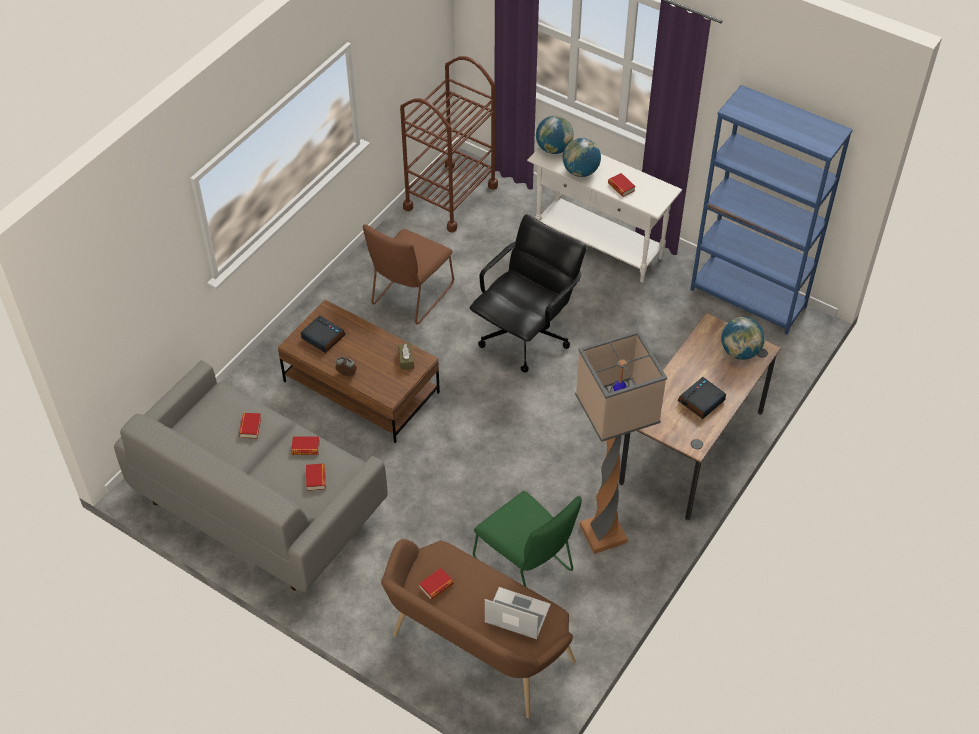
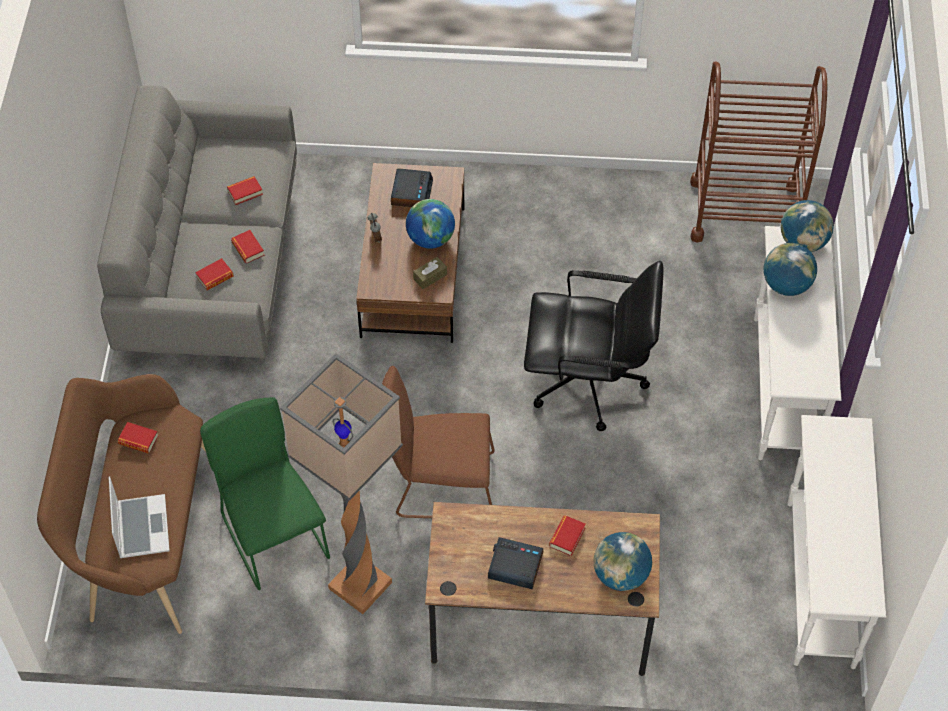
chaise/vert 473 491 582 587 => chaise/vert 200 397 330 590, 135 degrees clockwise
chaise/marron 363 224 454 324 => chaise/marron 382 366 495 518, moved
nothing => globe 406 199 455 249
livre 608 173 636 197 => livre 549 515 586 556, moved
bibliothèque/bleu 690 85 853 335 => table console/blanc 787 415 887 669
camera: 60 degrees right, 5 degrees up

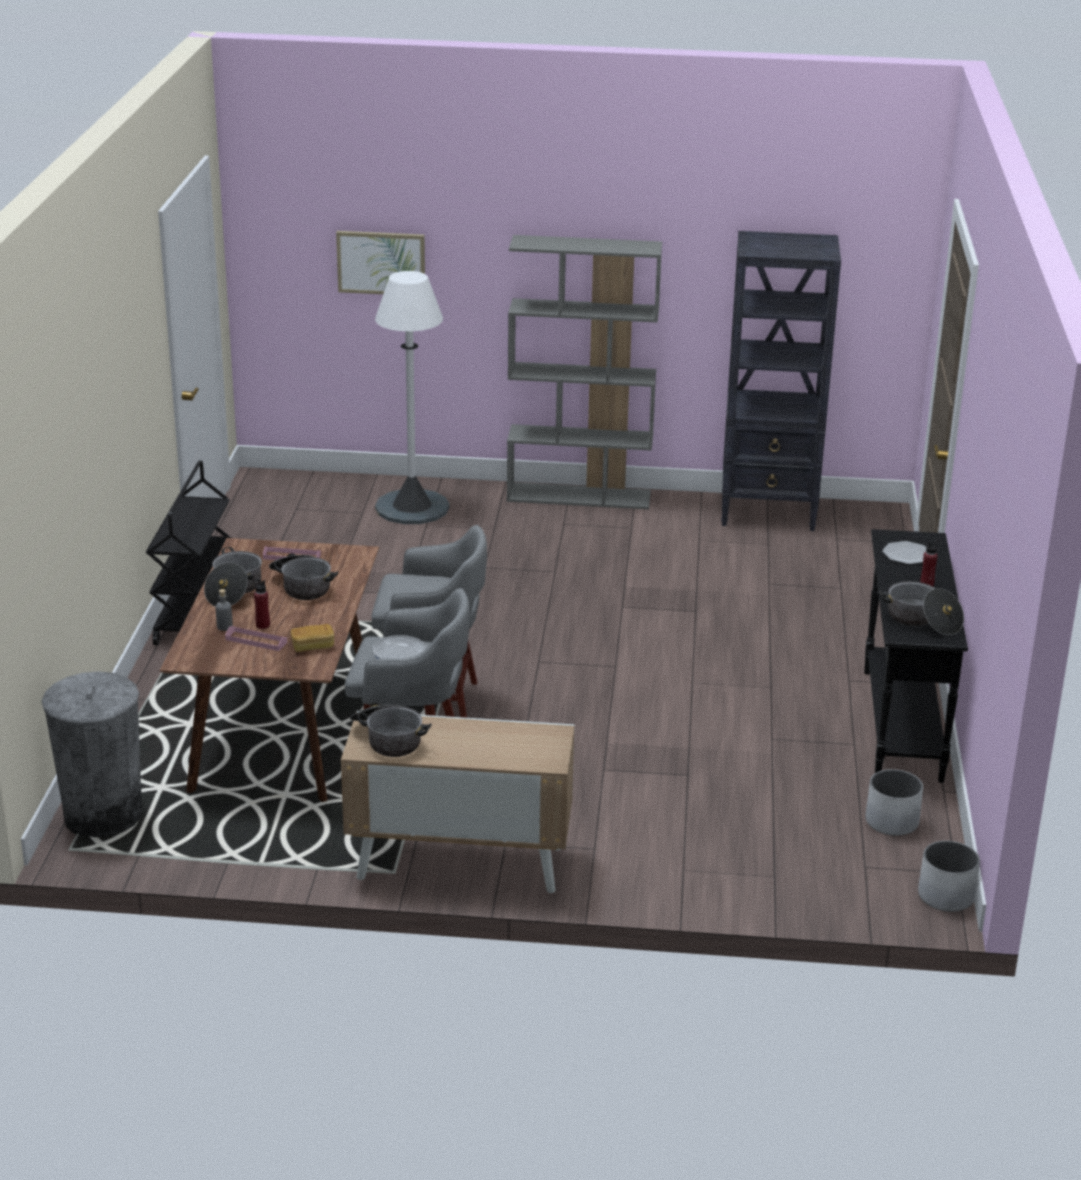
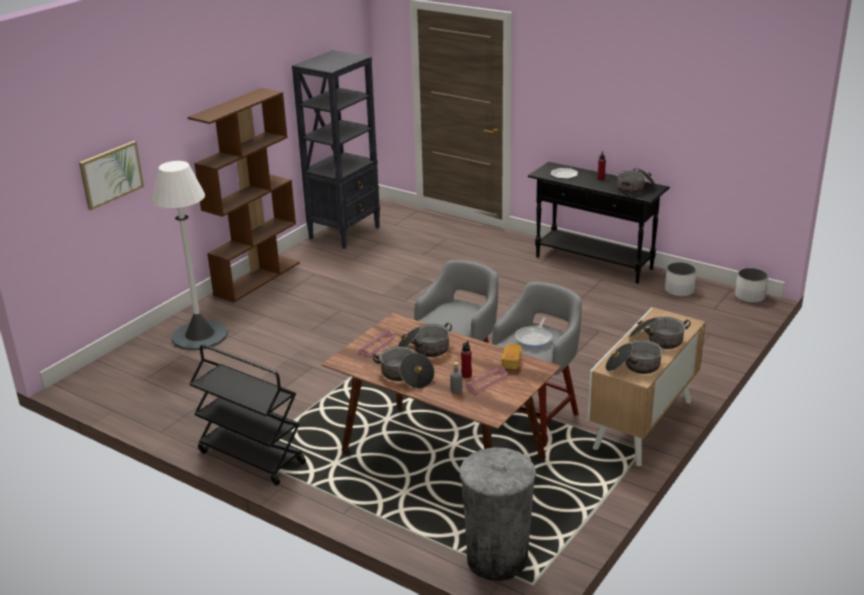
bibliothèque/gris 507 235 662 509 => bibliothèque/marron 188 88 300 303
nothing => marmite 629 317 691 349
camera: 60 degrees left, 0 degrees up

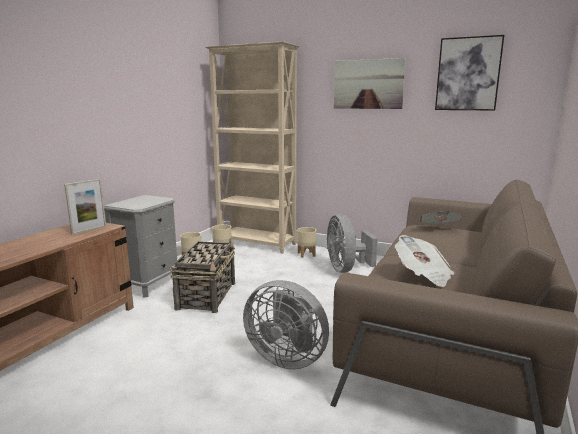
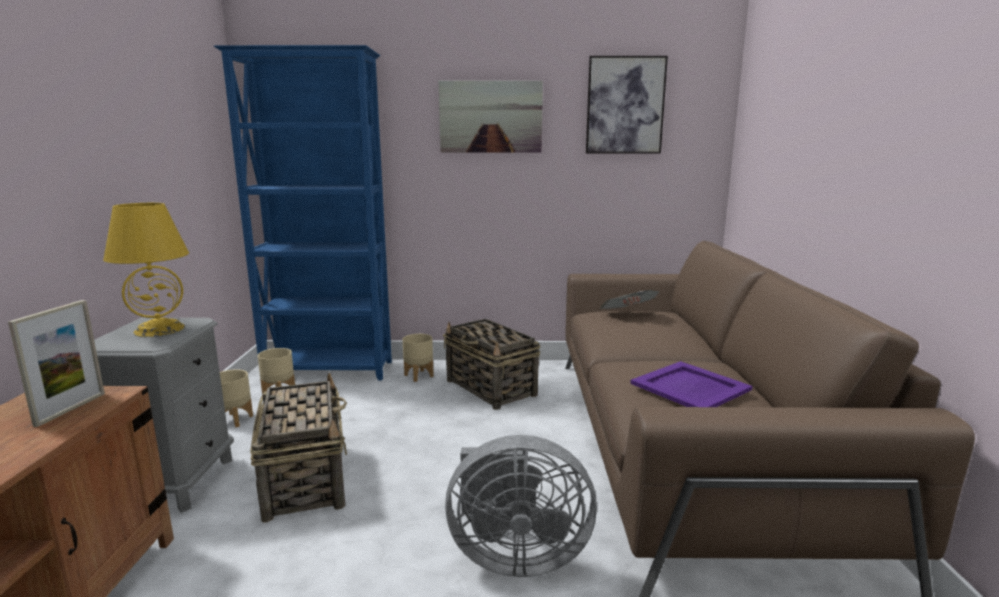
nothing => lampe de table/jaune 103 203 189 337
bibliothèque/beige 205 41 300 254 => bibliothèque/bleu 214 45 392 381
ventilateur/gris 326 214 378 273 => panier 443 319 540 410
journal 395 235 454 287 => plateau/violet 630 361 753 407
camera: 25 degrees left, 0 degrees up

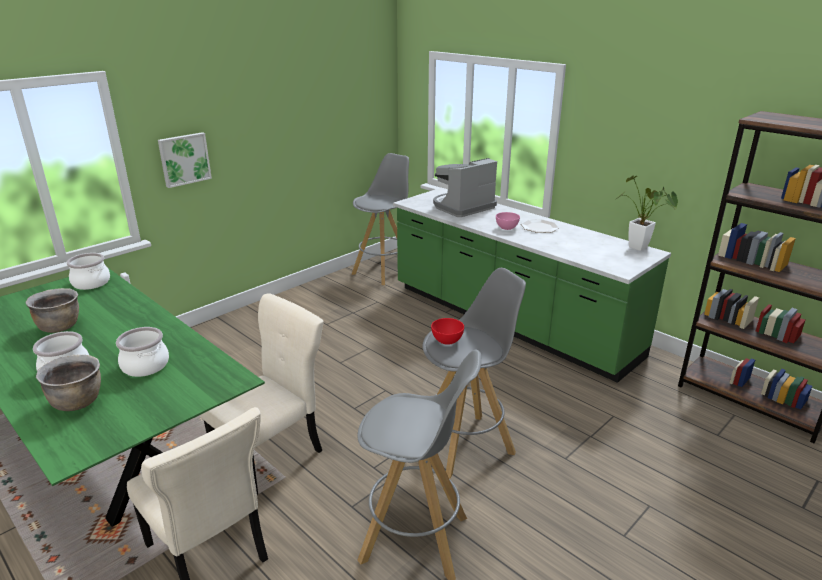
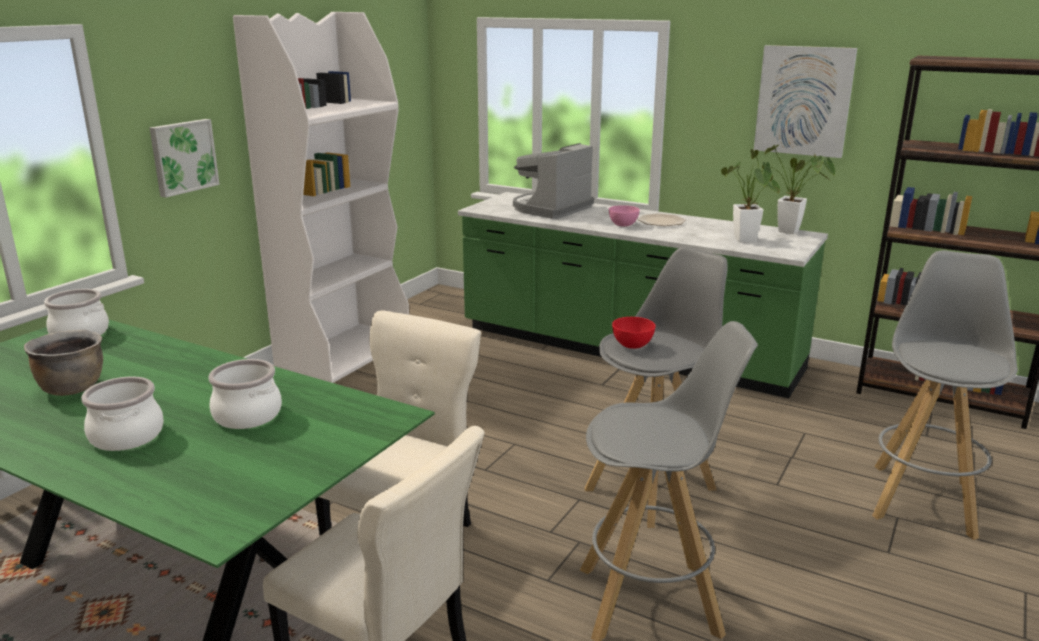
nothing => bibliothèque/blanc 233 12 409 383
nothing => plante en pot 721 149 780 243
nothing => tableau 754 45 857 158
tabouret/gris 352 153 409 285 => tabouret/gris 872 250 1018 540, moved
marmite/marron 36 355 101 411 => nothing
camera: 15 degrees left, 5 degrees down

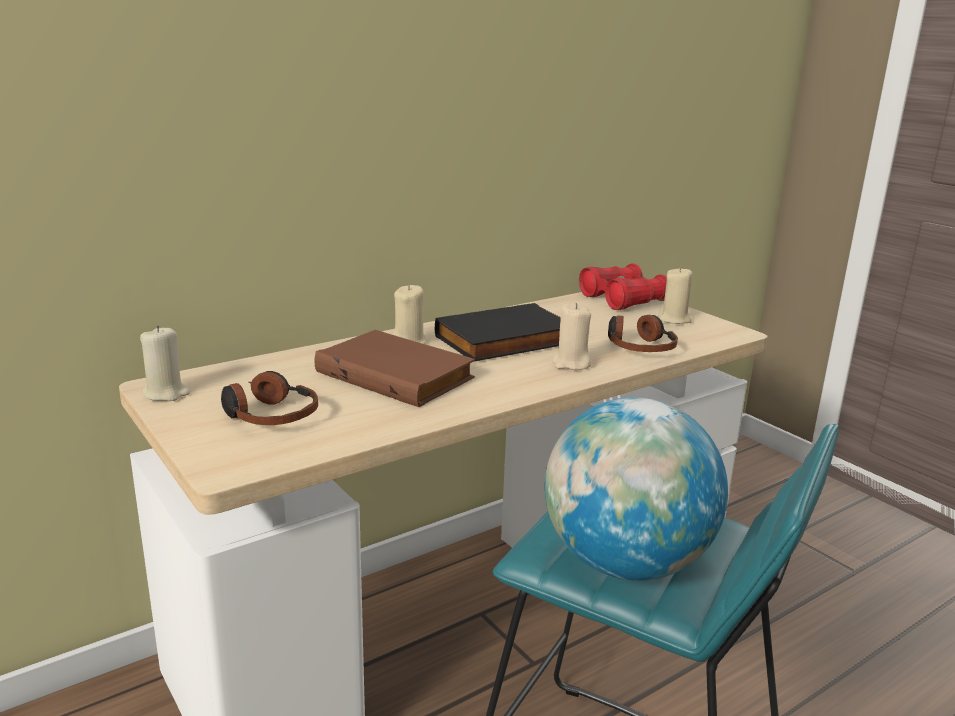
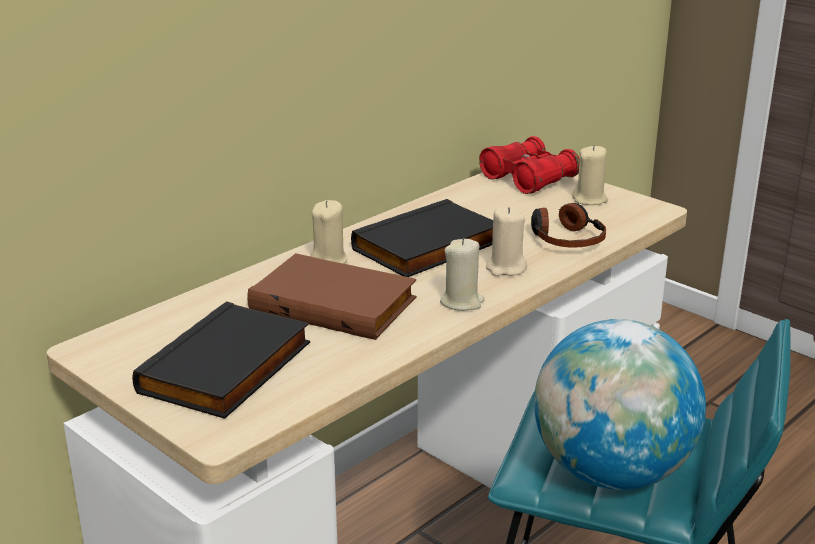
casque audio 221 371 318 425 => livre/noir 132 301 310 419
bougie/beige 140 326 190 401 => bougie/beige 440 238 485 311, moved
camera: 10 degrees left, 5 degrees up

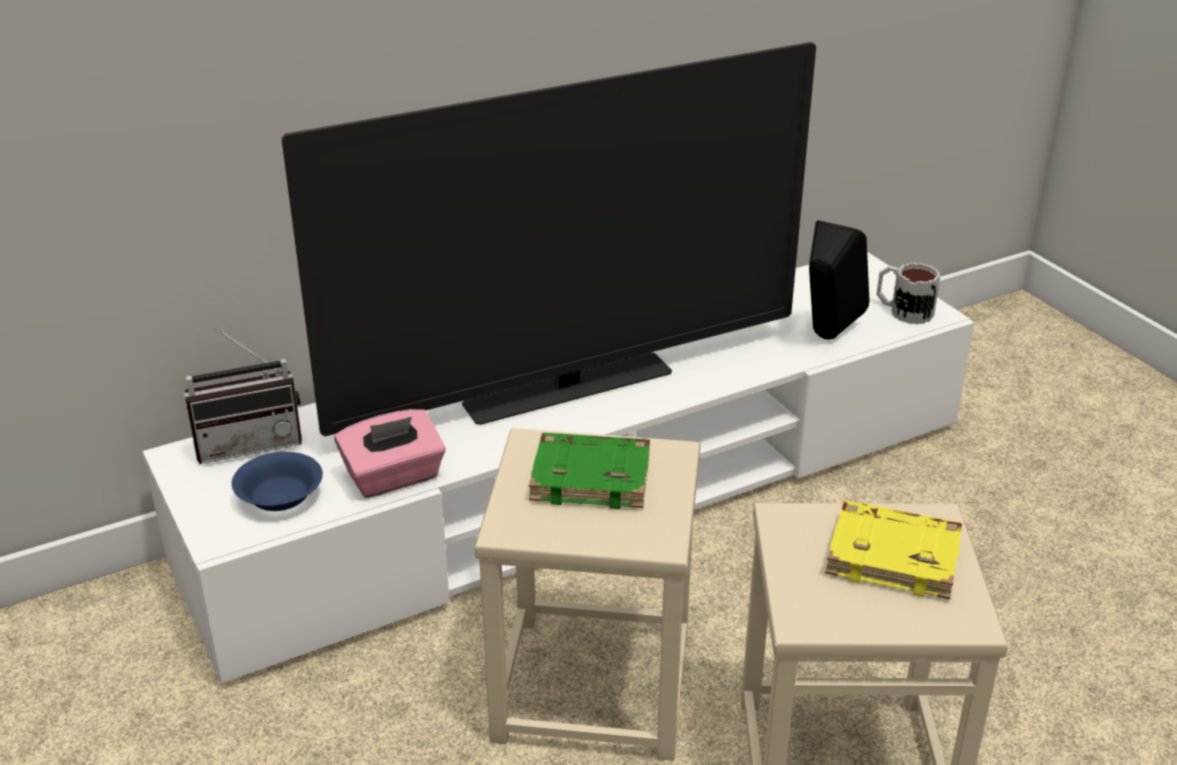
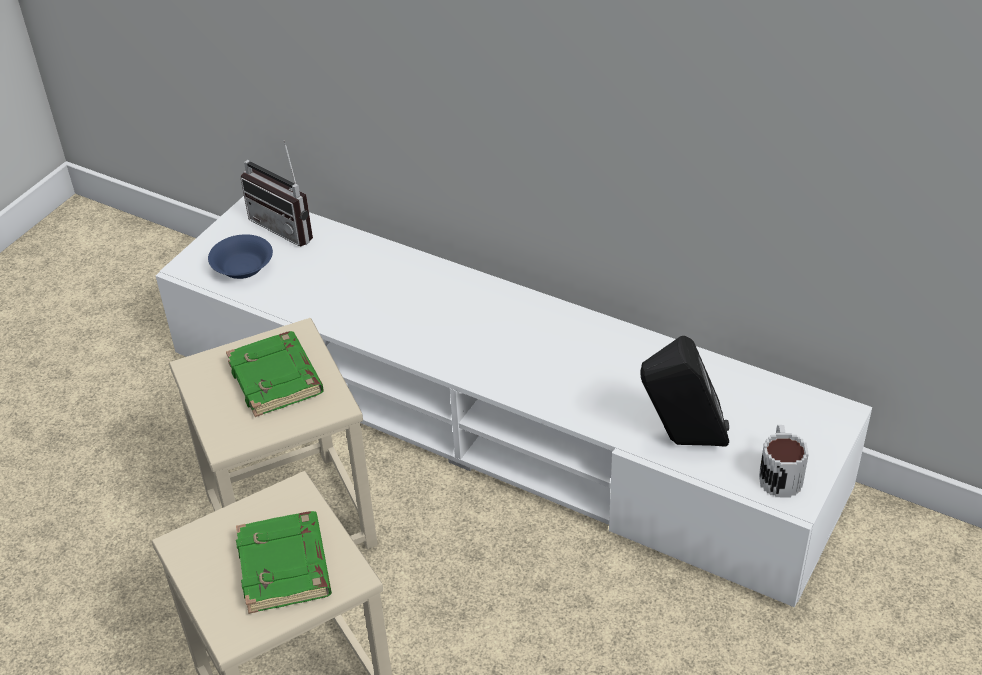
livre/jaune 825 500 962 600 => livre/vert 236 511 332 614
téléviseur 281 42 816 436 => nothing
boîte à mouchoirs/rose 334 409 446 498 => nothing
camera: 60 degrees right, 10 degrees up

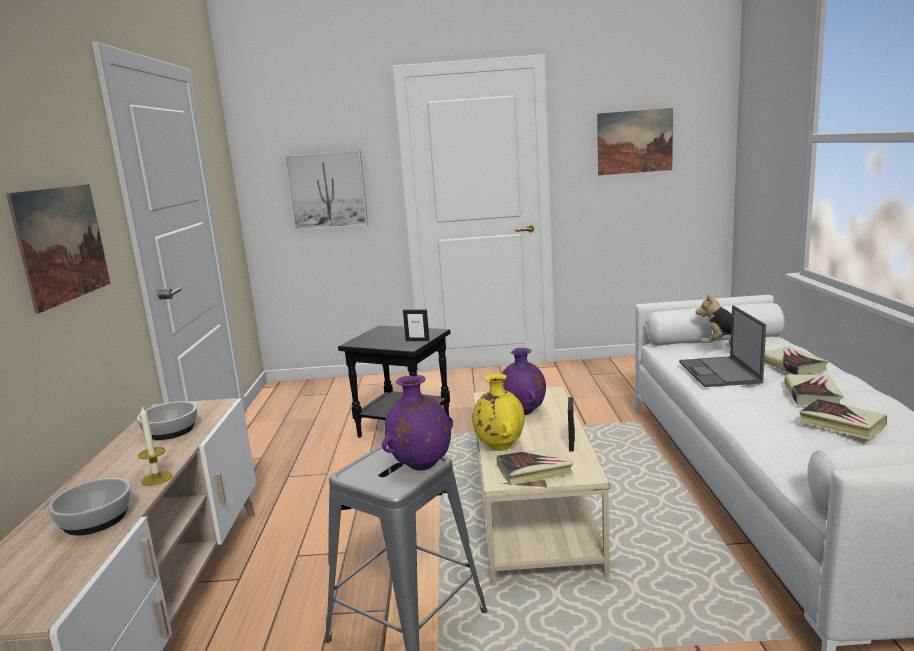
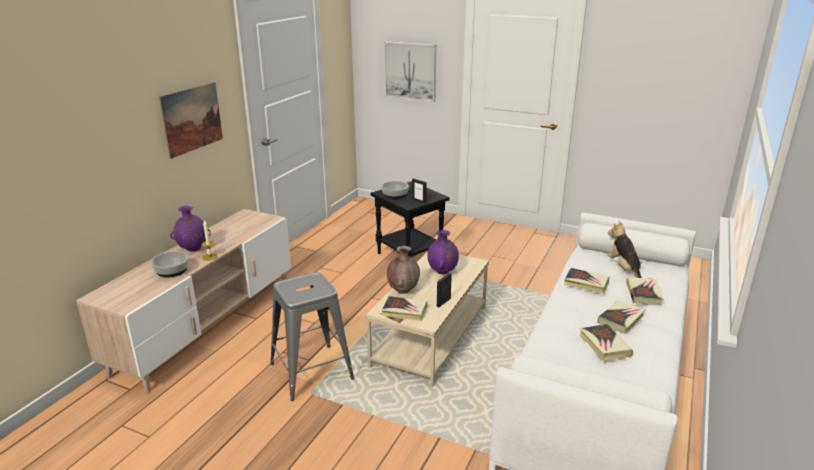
vase/violet 382 375 453 471 => vase/violet 170 206 211 252, moved
bol 137 401 197 440 => bol 381 181 409 199, moved
vase/jaune 472 374 525 451 => vase/marron 387 246 420 294
ordinateur portable 679 305 766 387 => livre 564 268 609 294
tableau 597 108 673 175 => nothing
camera: 25 degrees right, 10 degrees up

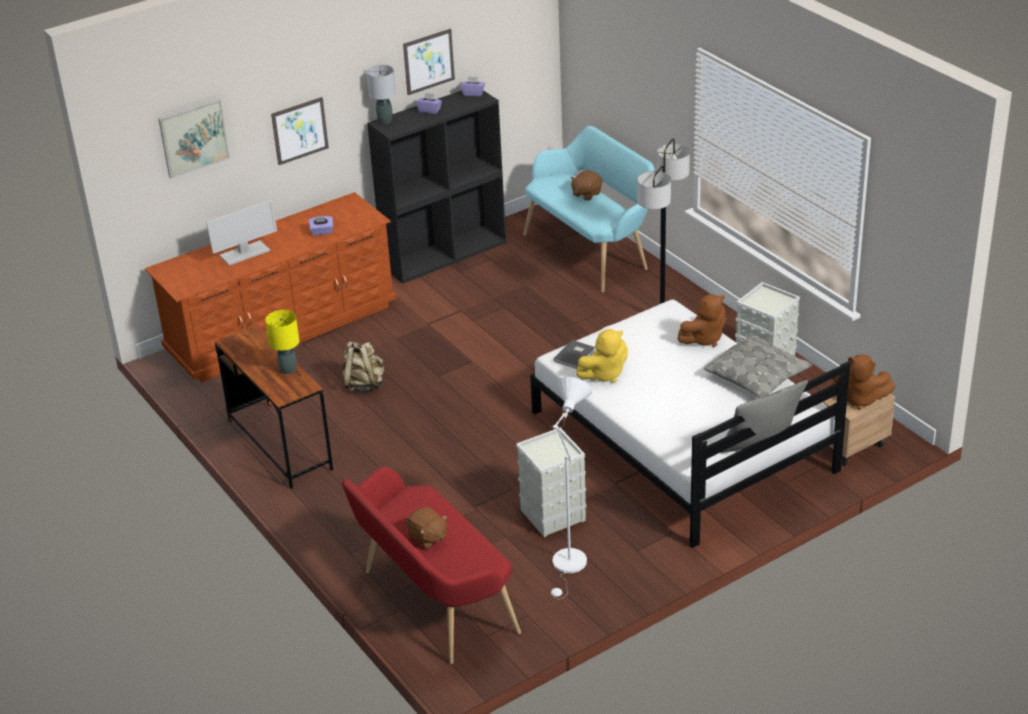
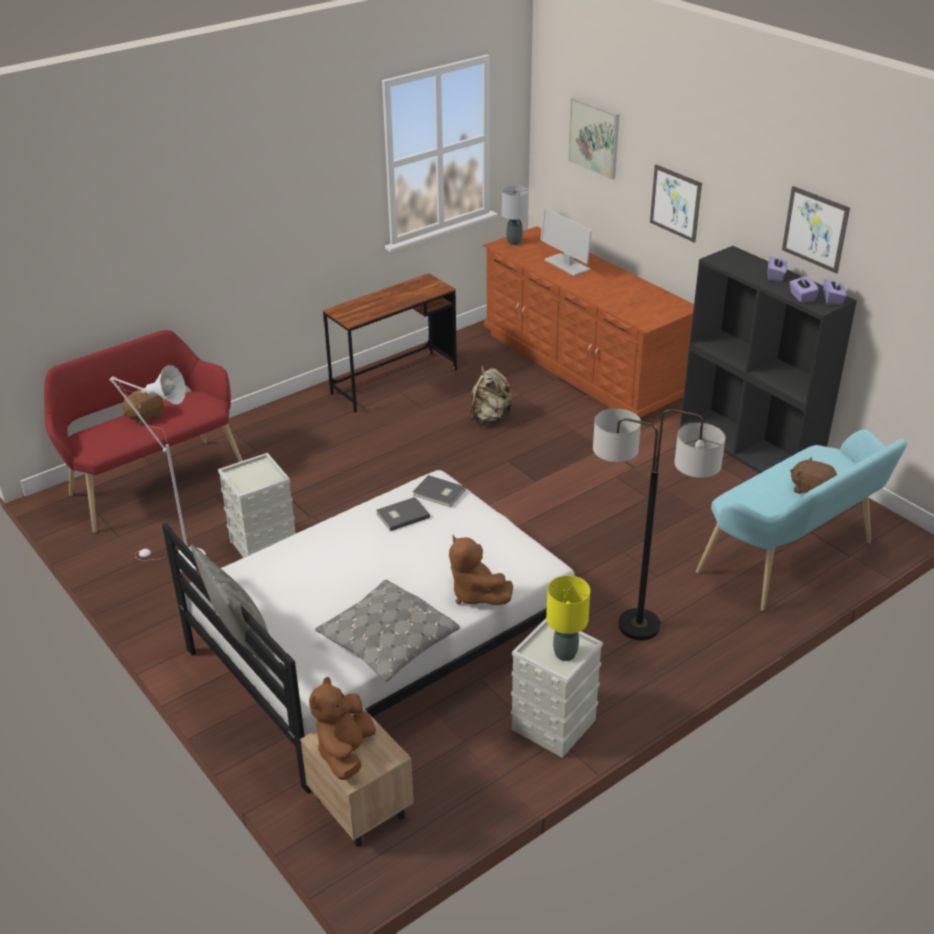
peluche/jaune 576 329 628 383 => livre/gris 376 497 430 531
lampe de table/gris 367 65 396 124 => lampe de table/gris 502 185 529 245, moved
lampe de table/jaune 265 310 299 374 => lampe de table/jaune 546 575 590 661, moved
boîte à mouchoirs/violet 309 216 333 236 => boîte à mouchoirs/violet 789 276 819 303, moved
camera: 85 degrees right, 0 degrees up

